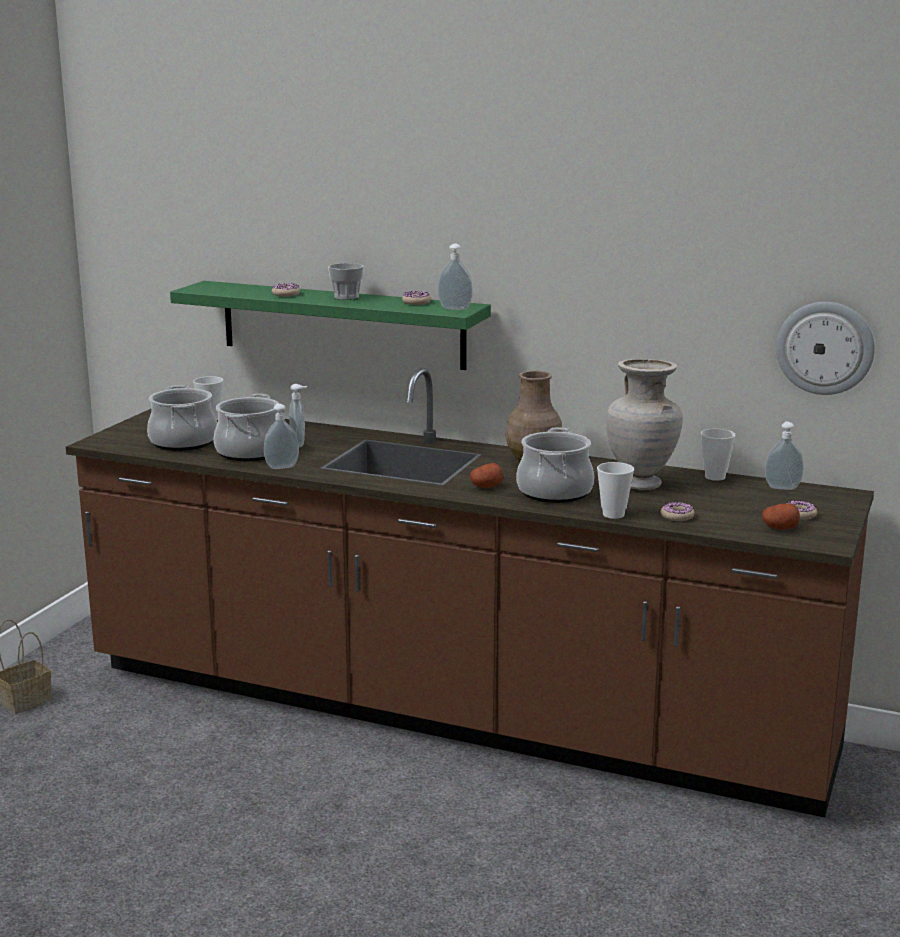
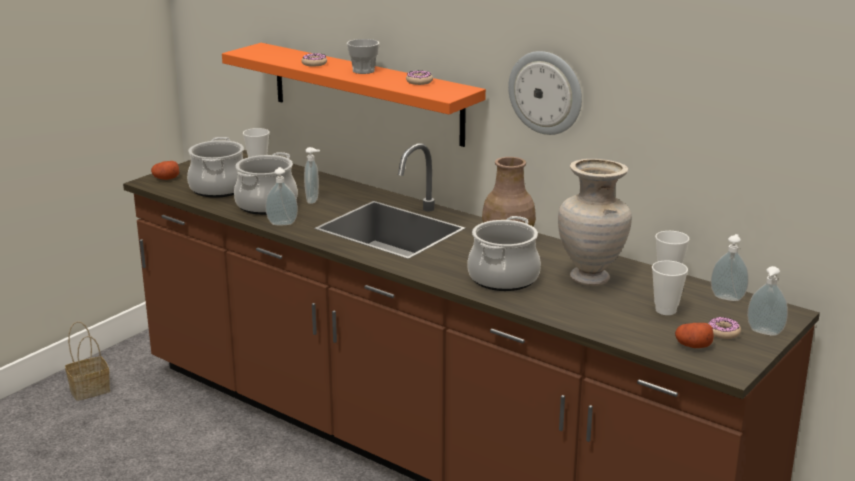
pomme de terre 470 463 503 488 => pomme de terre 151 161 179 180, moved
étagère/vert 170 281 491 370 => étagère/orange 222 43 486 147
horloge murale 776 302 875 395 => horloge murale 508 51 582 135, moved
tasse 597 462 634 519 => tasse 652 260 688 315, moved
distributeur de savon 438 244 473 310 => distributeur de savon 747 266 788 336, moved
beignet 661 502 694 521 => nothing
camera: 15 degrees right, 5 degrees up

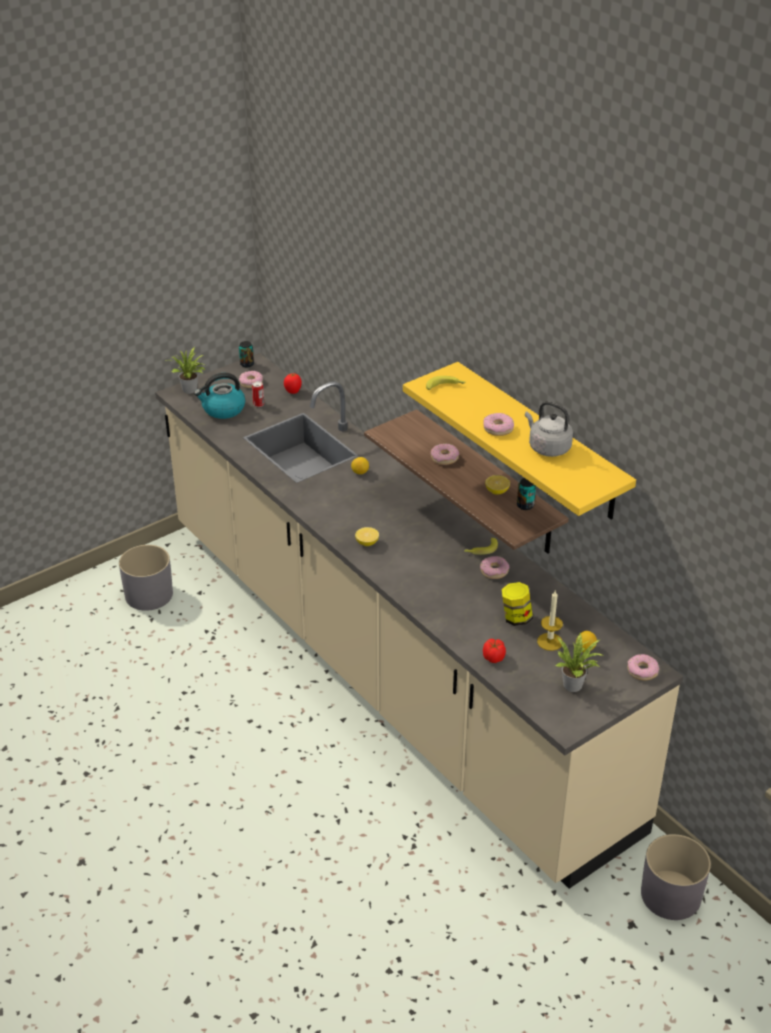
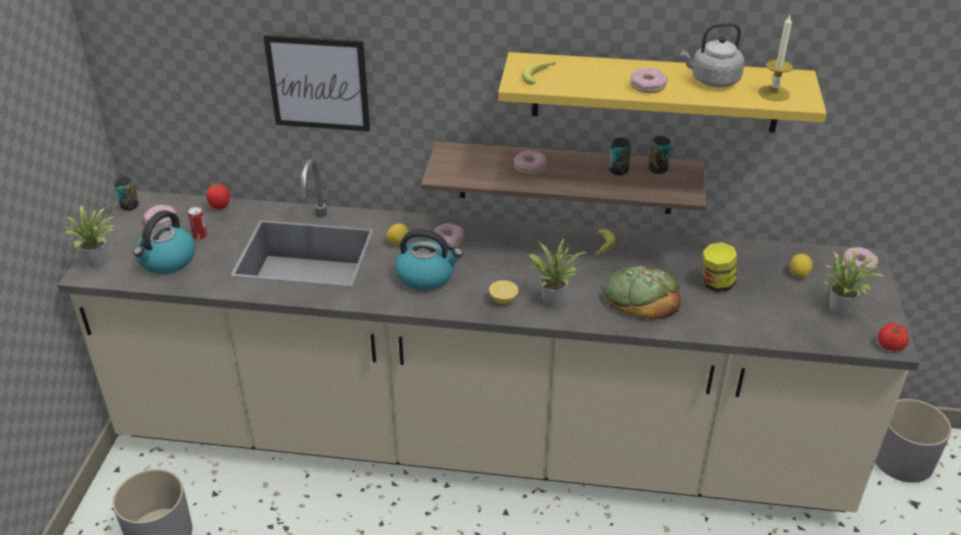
nothing => tableau 263 35 370 131
nothing => bouilloire 395 229 463 291
beignet 480 556 510 579 => beignet 434 223 465 248, moved
nothing => plante en pot 529 237 587 307
nothing => pain 603 266 681 319
citron 485 475 510 495 => boîte métallique 609 137 631 175
bougie 537 591 563 651 => bougie 758 15 794 101, moved
tomate 483 639 506 663 => tomate 878 322 909 351, moved
camera: 45 degrees left, 0 degrees up

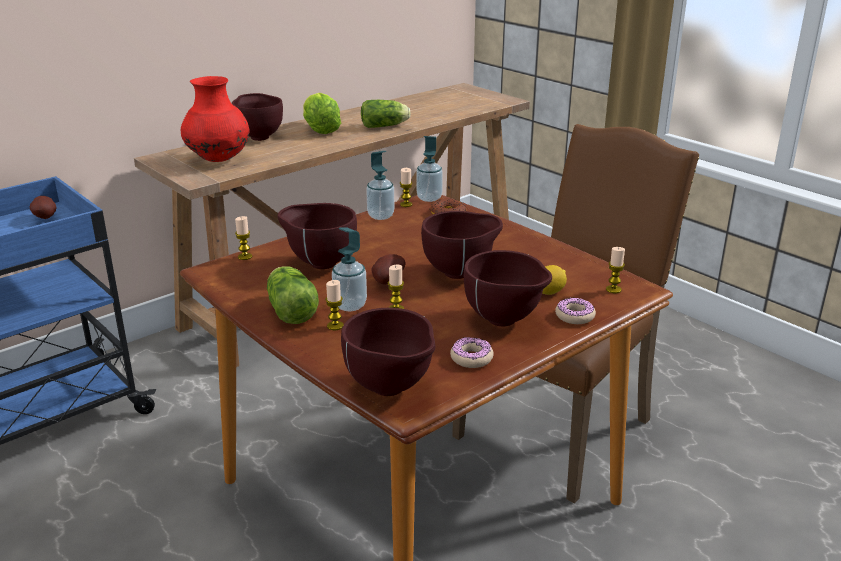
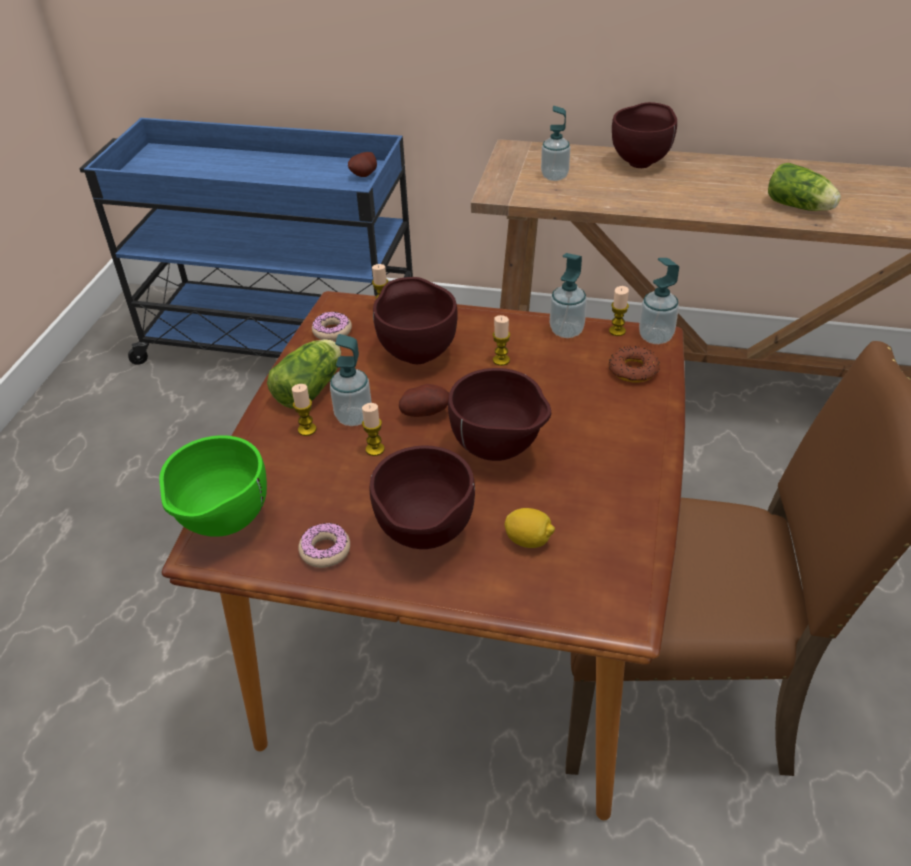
bol/marron 341 308 435 396 => bol/vert 159 435 267 537
beignet 555 298 596 324 => beignet 312 312 352 341, moved
bougie 606 247 625 293 => bougie 492 315 510 366, moved
vase/rouge 181 76 250 162 => distributeur de savon 541 106 570 181
laitue 303 93 341 134 => nothing
camera: 55 degrees right, 15 degrees up

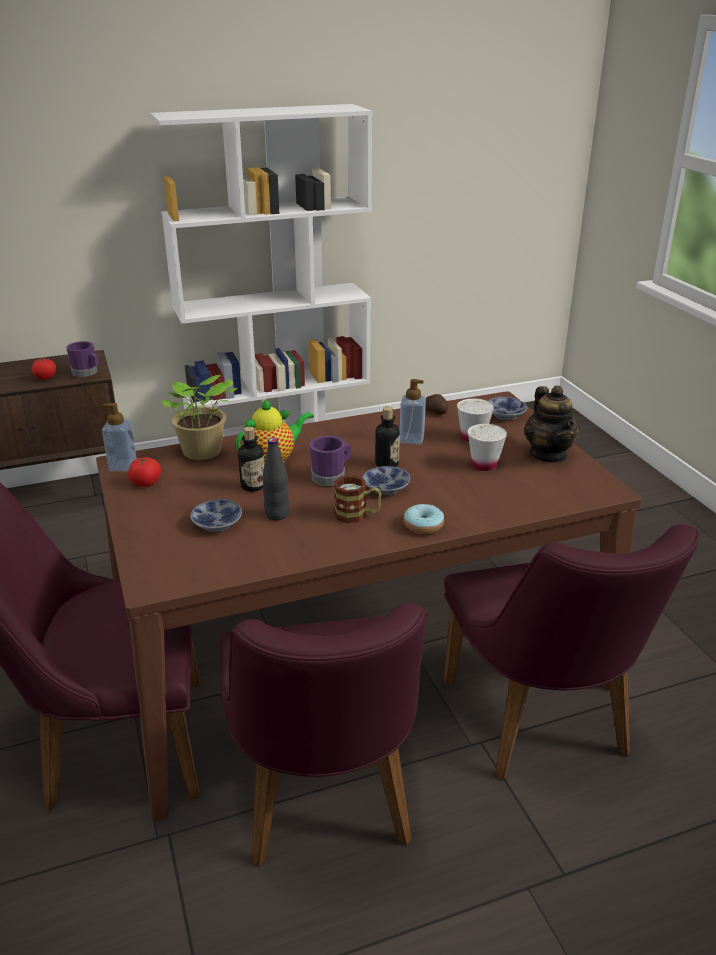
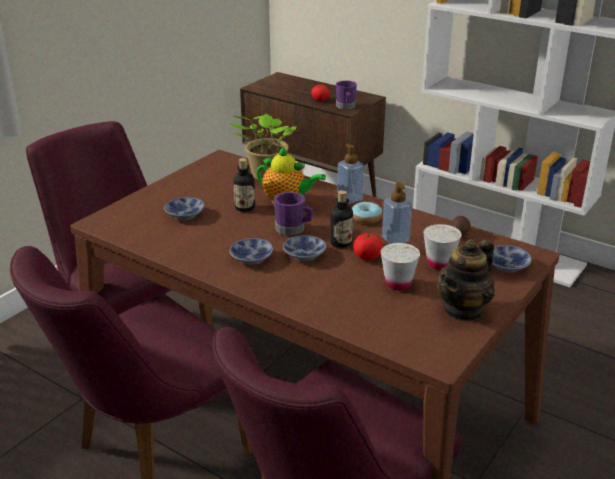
mug 334 475 381 523 => bol 230 238 273 265
distributeur de savon 102 403 137 471 => distributeur de savon 337 144 364 204, moved
beignet 404 504 444 534 => beignet 352 202 382 224, moved
tomate 128 457 161 487 => tomate 353 233 383 260, moved
bouteille/noir 262 438 289 520 => nothing
camera: 55 degrees right, 0 degrees up

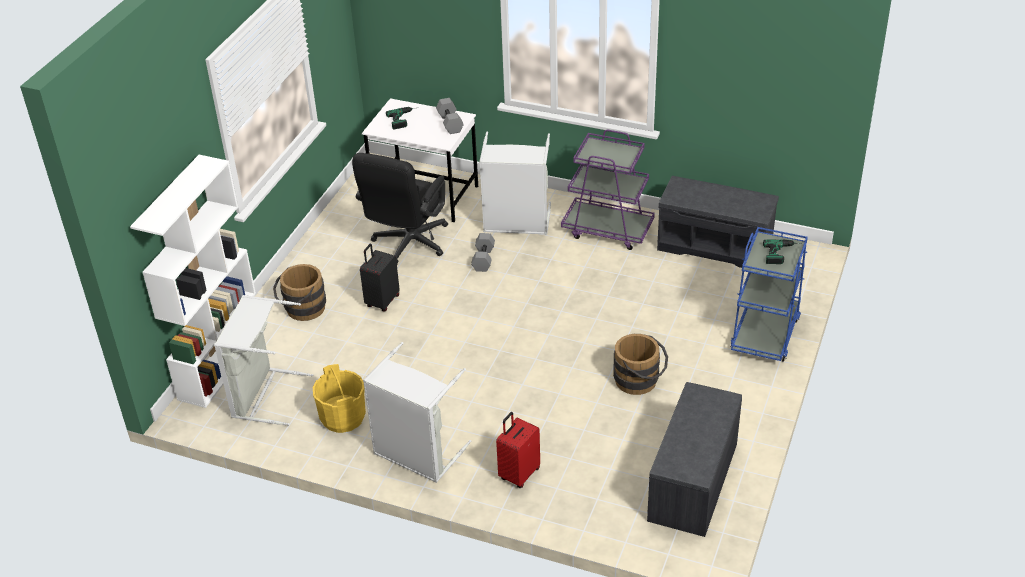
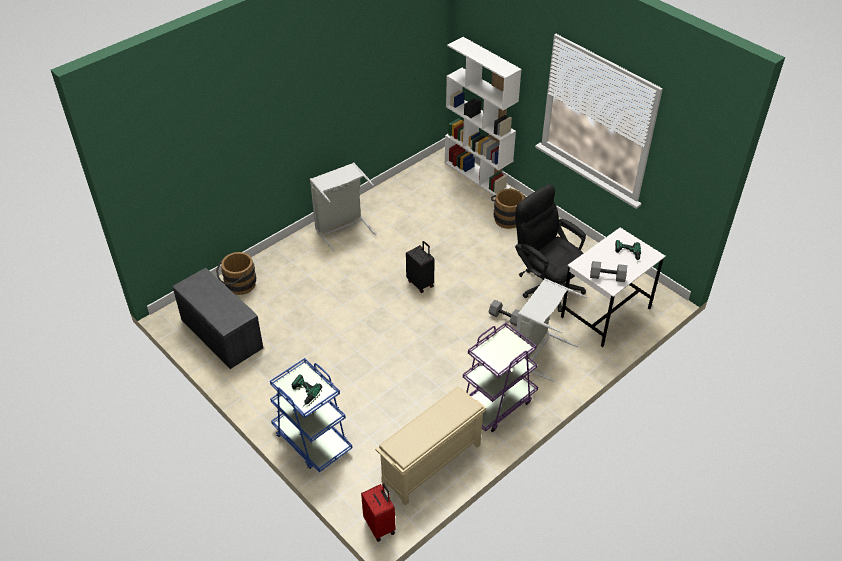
seau/marron 613 334 668 395 => seau/marron 216 252 256 295, moved
valise/rouge 496 412 540 488 => valise/rouge 361 483 396 542, moved
banc/gris 657 176 779 268 => étagère à chaussures/beige 375 387 487 506
valise/noir 360 244 400 312 => valise/noir 406 241 435 293, moved
panier à linge/gris 214 295 313 426 => nothing
seau/jaune 313 364 366 433 => nothing
camera: 115 degrees right, 5 degrees up

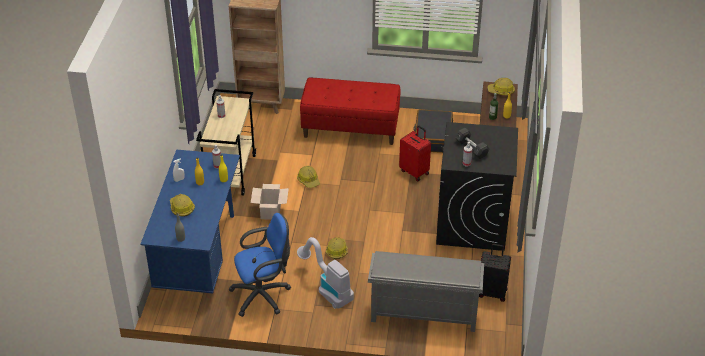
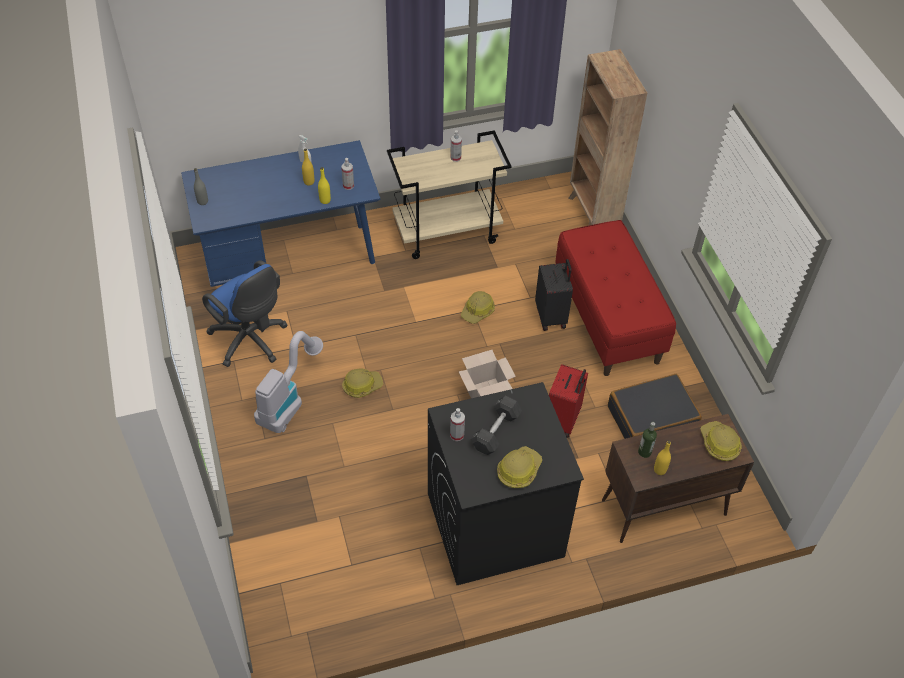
carton 251 184 289 220 => carton 459 350 516 398, moved
casque de chantier 170 194 195 217 => casque de chantier 497 446 542 488, moved
valise/noir 479 244 511 302 => valise/noir 535 259 573 331, moved
étagère à chaussures/gris 368 251 484 332 => nothing
camera: 65 degrees right, 10 degrees up

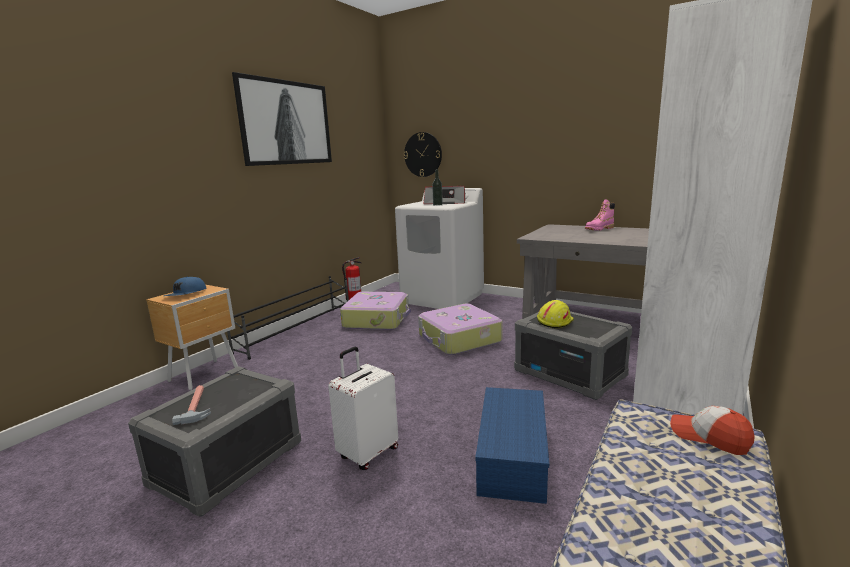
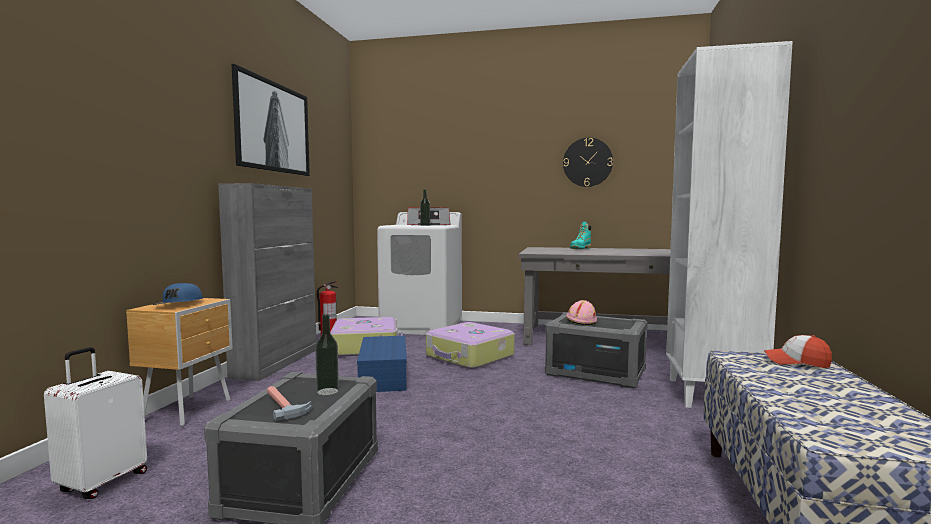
valise/blanc 328 347 398 470 => valise/blanc 44 347 147 499, moved
étagère à chaussures/noir 227 276 349 360 => meuble de rangement/gris 218 183 316 381
nothing => bouteille 315 314 339 396
boîte de rangement/bleu 475 387 549 504 => boîte de rangement/bleu 357 336 407 392, moved
horloge murale 404 132 442 177 => horloge murale 563 138 613 187, moved
casque de chantier/jaune 537 300 574 328 => casque de chantier/rose 566 300 597 325
botte/rose 585 199 615 231 => botte/turquoise 570 222 591 249
camera: 20 degrees left, 10 degrees down

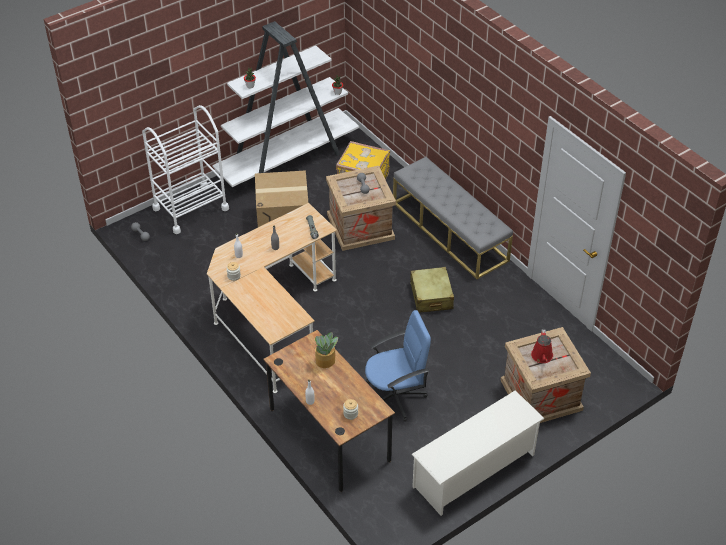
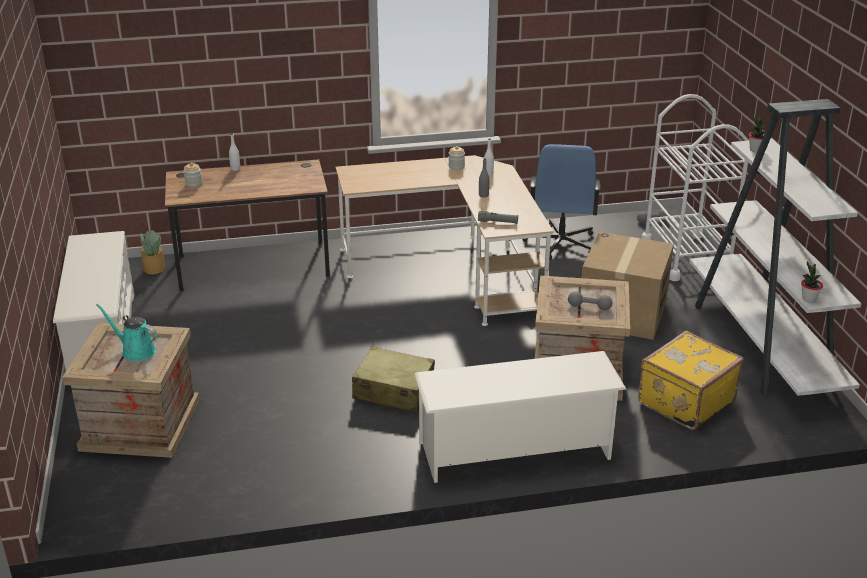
arrosoir/rouge 531 330 553 363 => arrosoir/turquoise 96 304 157 361
plante en pot 315 332 338 368 => plante en pot 140 230 165 275, moved
banc/gris 393 157 513 279 => étagère à chaussures/blanc 414 351 626 483
chaise de bureau/bleu 365 310 431 421 => chaise de bureau/bleu 522 144 601 260, moved
camera: 115 degrees right, 15 degrees down

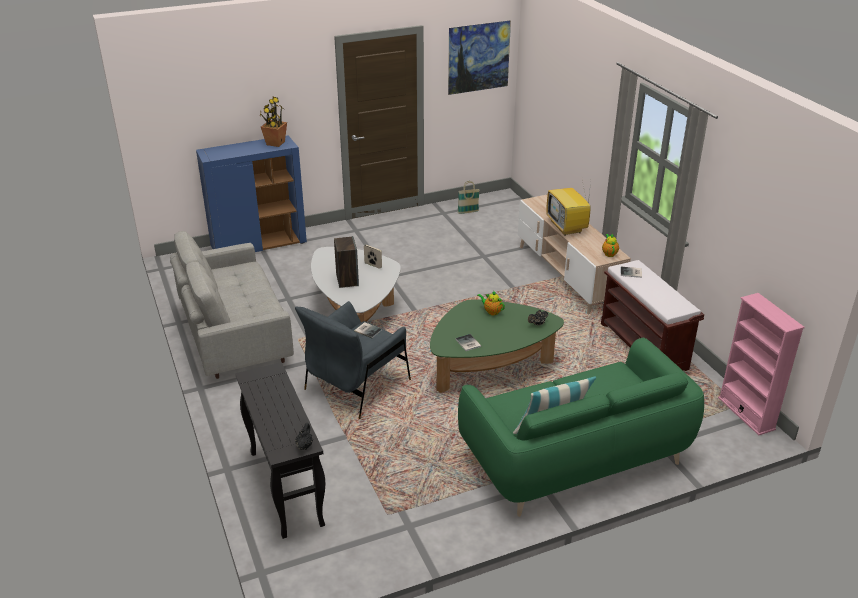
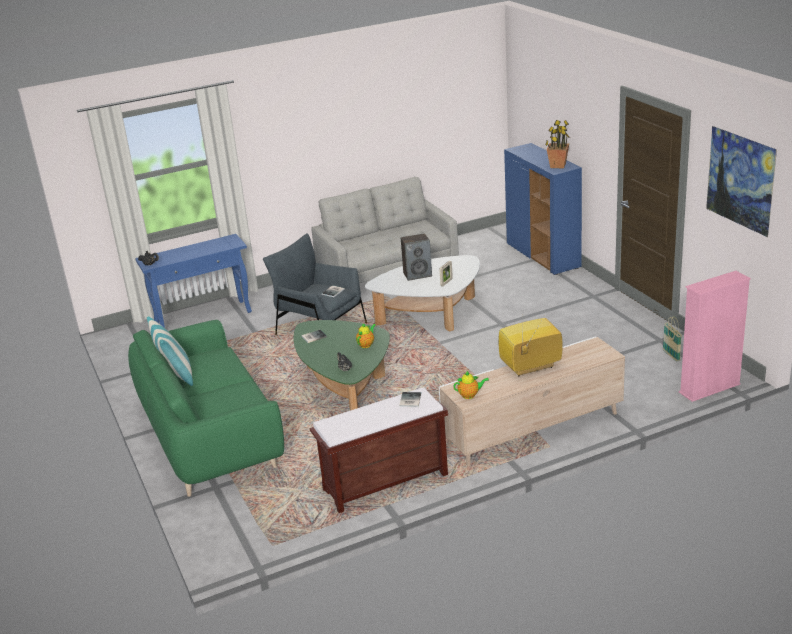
table console/noir 235 362 325 539 => table console/bleu 135 234 252 328
bibliothèque/rose 718 293 805 435 => bibliothèque/rose 679 271 751 402, moved
camera: 90 degrees right, 5 degrees down

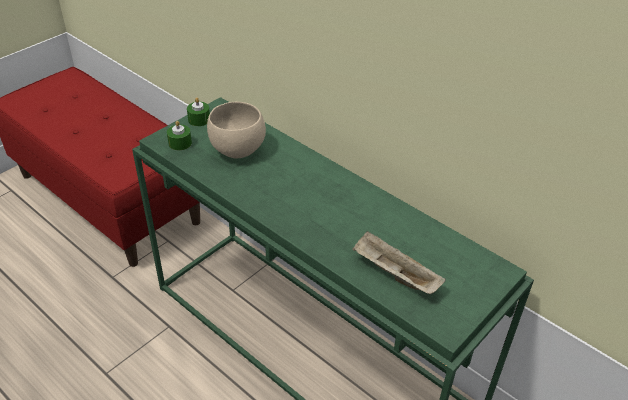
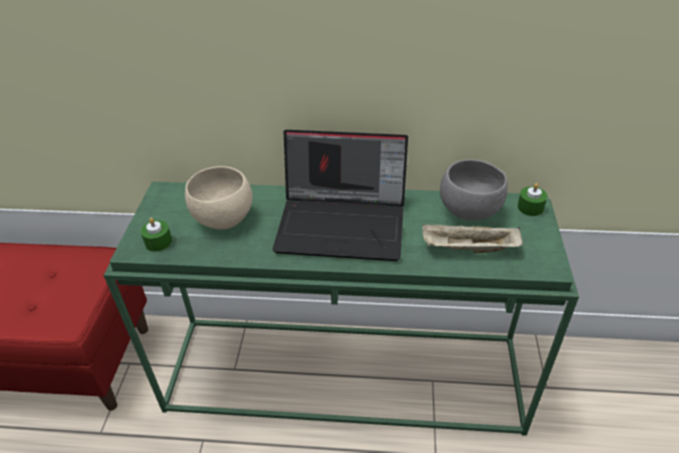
nothing => ordinateur portable 273 130 408 261
nothing => bol/gris 440 159 508 220
bougie/vert 187 97 210 126 => bougie/vert 517 183 547 216, moved
camera: 35 degrees left, 0 degrees up

